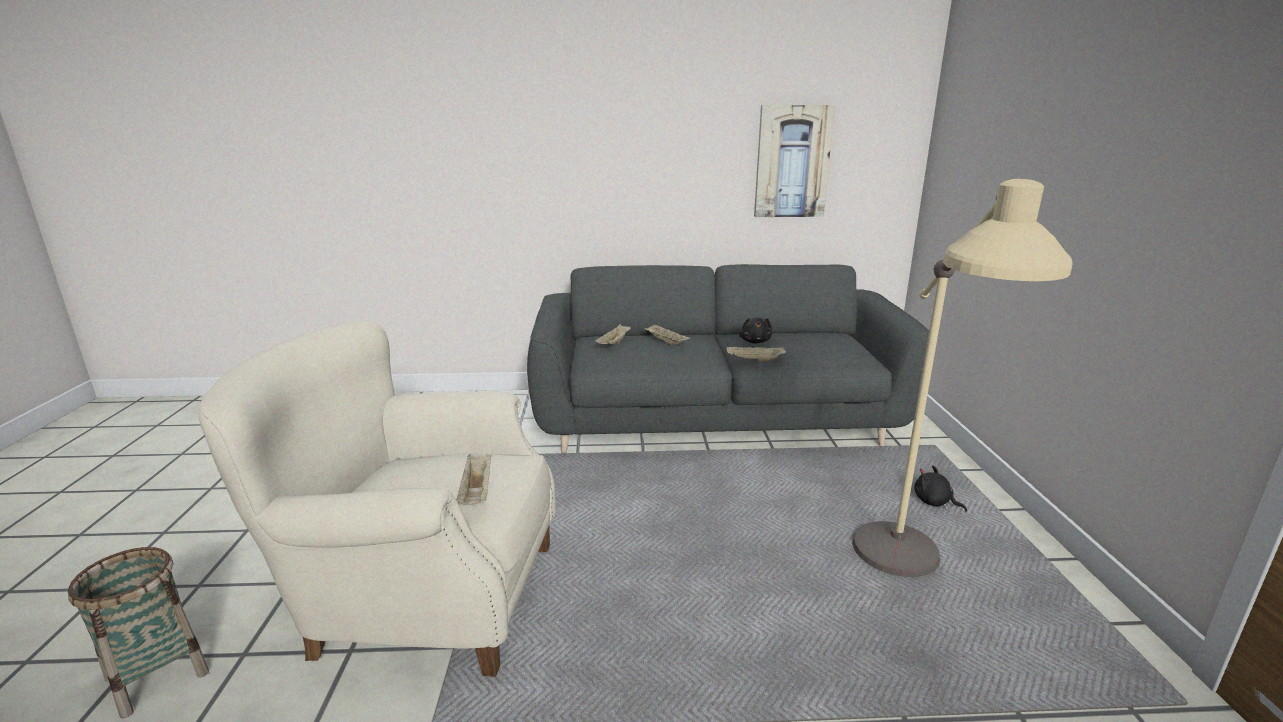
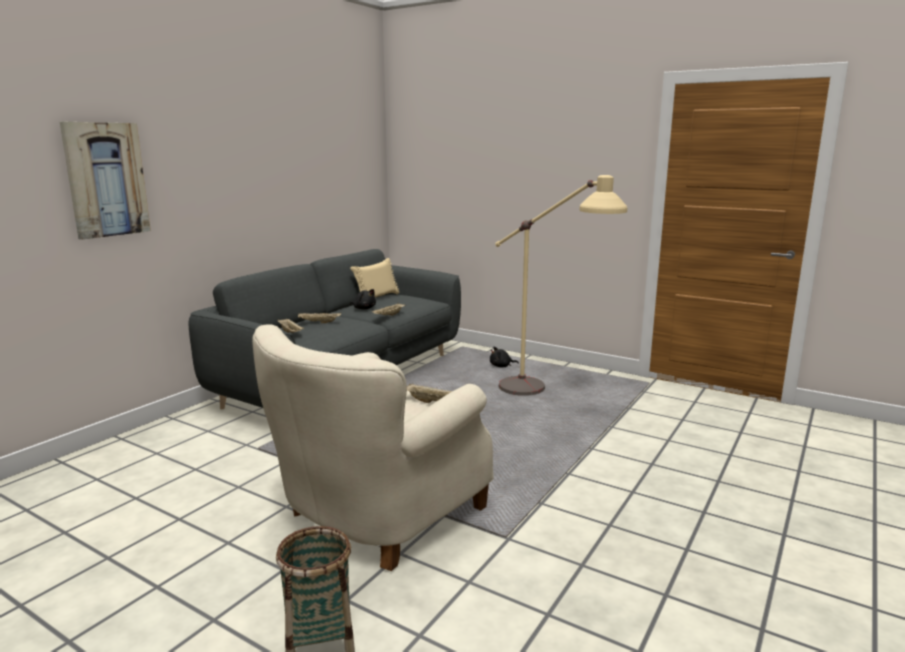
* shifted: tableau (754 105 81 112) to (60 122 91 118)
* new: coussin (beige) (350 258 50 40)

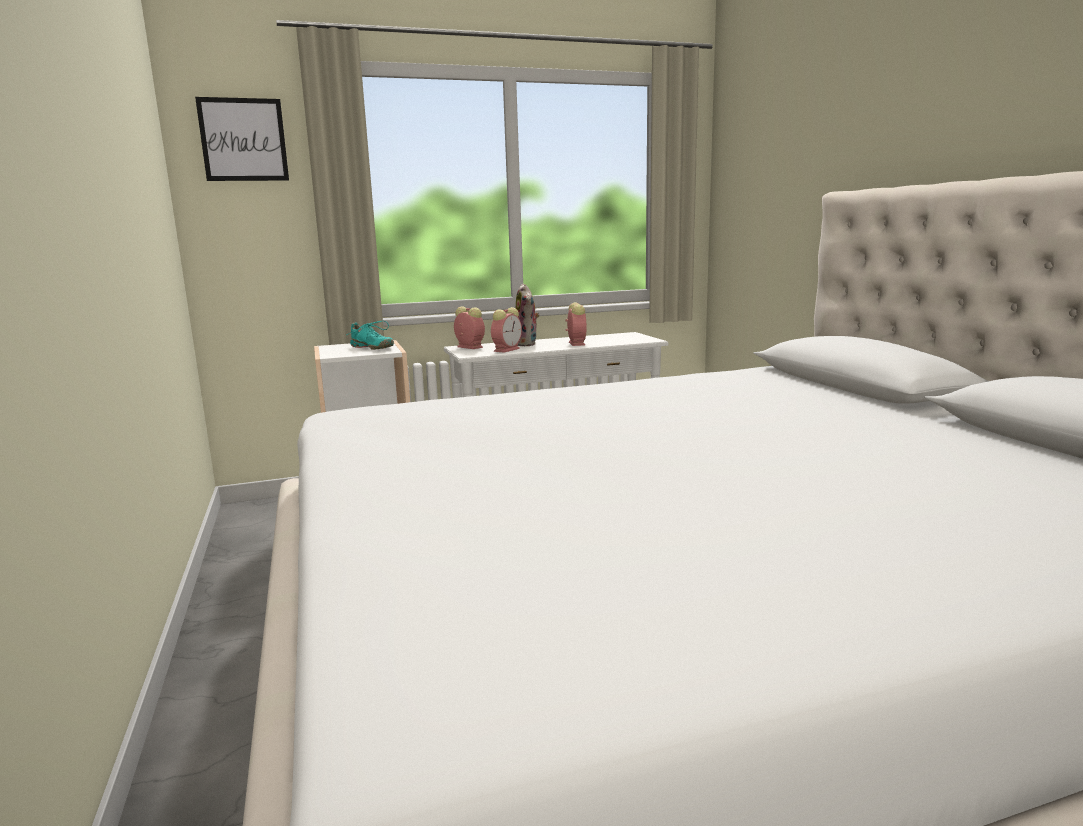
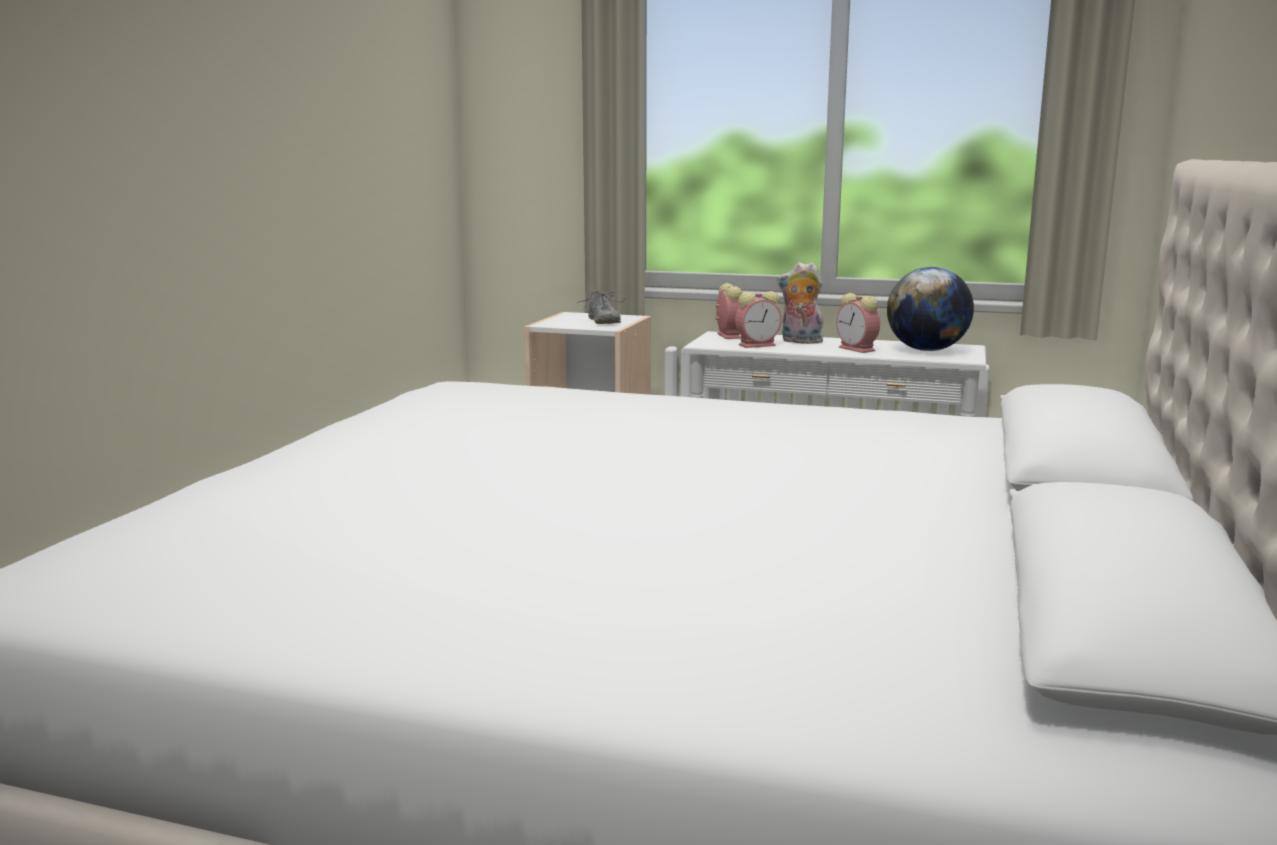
* gone: tableau (195 97 94 84)
* repainted: chaussure (turquoise) (347 321 47 29) to chaussure (gris) (576 290 50 34)
* rotated: peluche (516 284 24 62) = (777 262 46 82) 90 degrees clockwise
* rotated: réveil (565 303 22 43) = (836 293 44 60) 120 degrees clockwise
* new: globe (887 267 87 84)

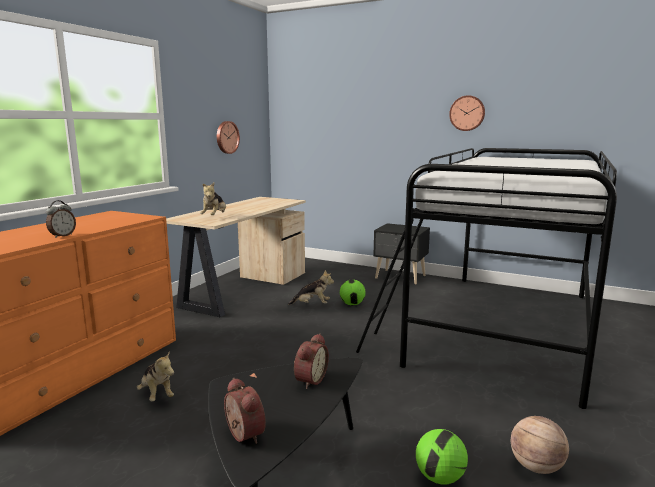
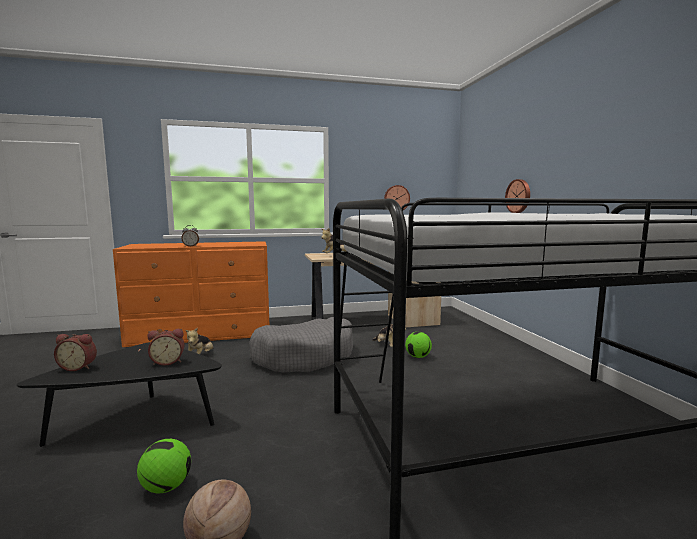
* rotated: réveil (224 378 42 66) = (54 334 43 37) 75 degrees clockwise
* gone: table de chevet (noir) (373 223 57 61)
* shifted: horloge murale (449 95 36 36) to (505 179 25 34)
* new: panier pour chien (gris) (249 317 104 56)

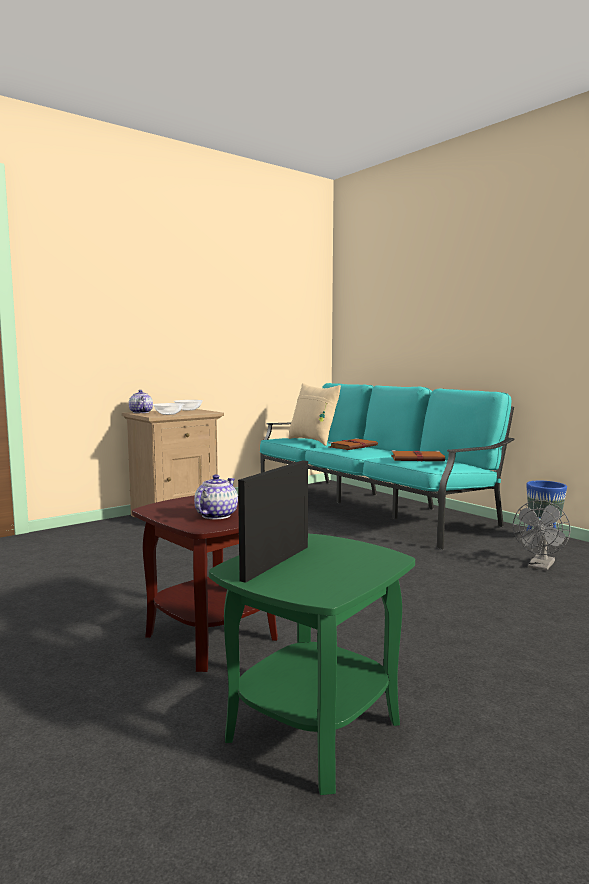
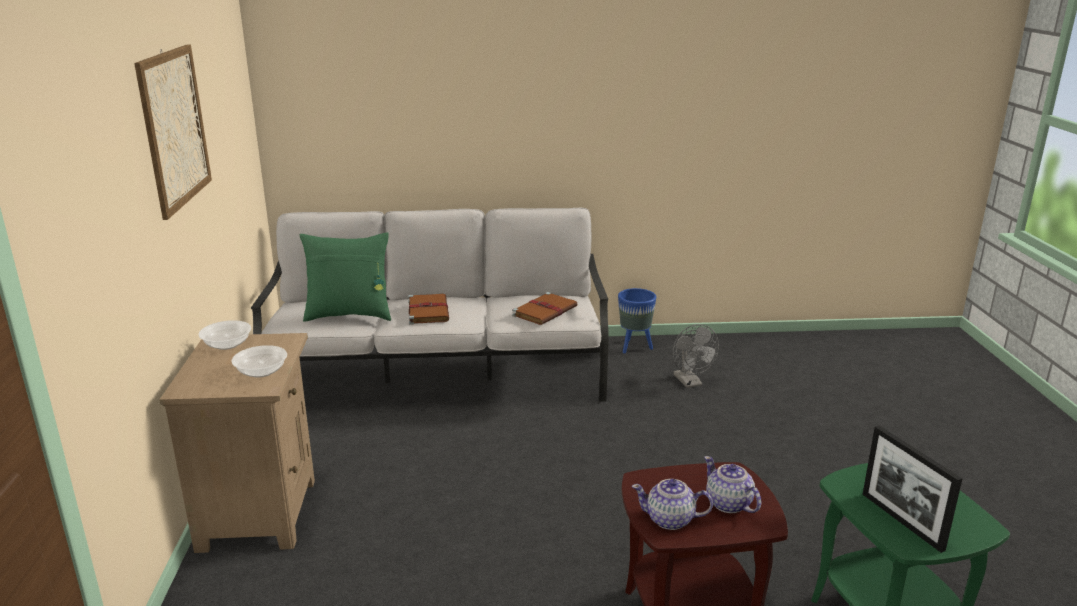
* shifted: théière (129 390 24 23) to (632 479 81 51)
* repainted: canapé (turquoise) (260 383 254 167) to canapé (blanc) (251 208 358 194)
* repainted: coussin (beige) (288 383 53 63) to coussin (vert) (300 232 91 90)
* new: tableau (134 44 78 176)

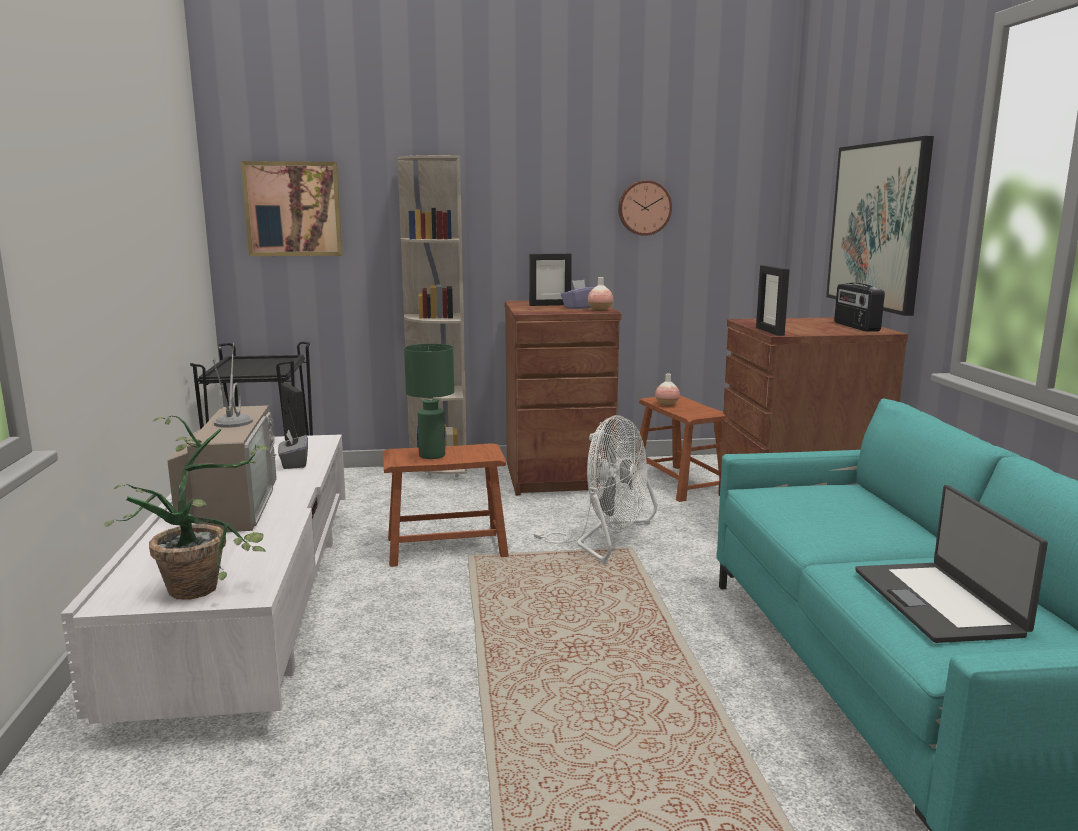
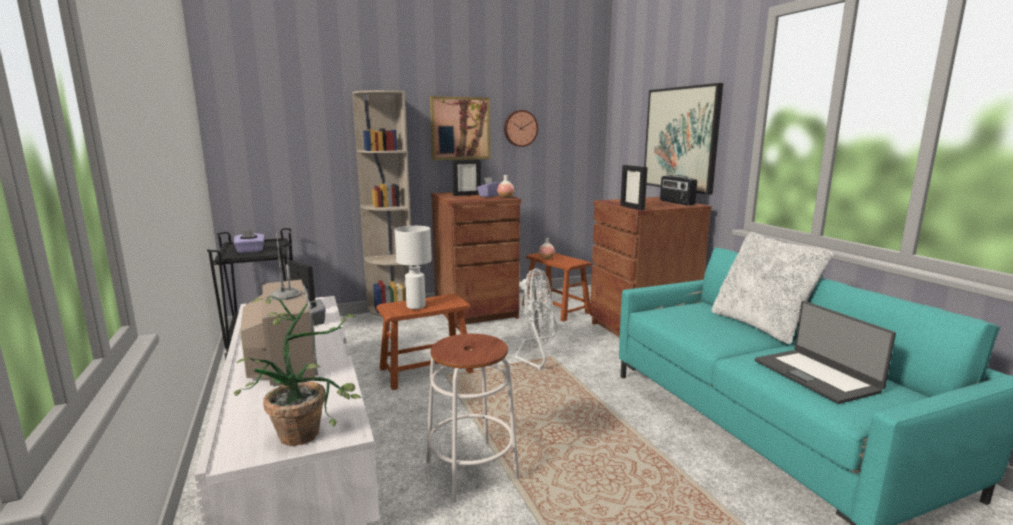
* shifted: tableau (241 161 101 95) to (430 96 60 64)
* repainted: lampe de table (vert) (404 344 50 115) to lampe de table (blanc) (395 226 37 83)
* new: boîte à mouchoirs (violet) (234 230 30 23)
* new: tabouret (blanc) (426 334 93 169)
* new: coussin (blanc) (712 232 122 112)

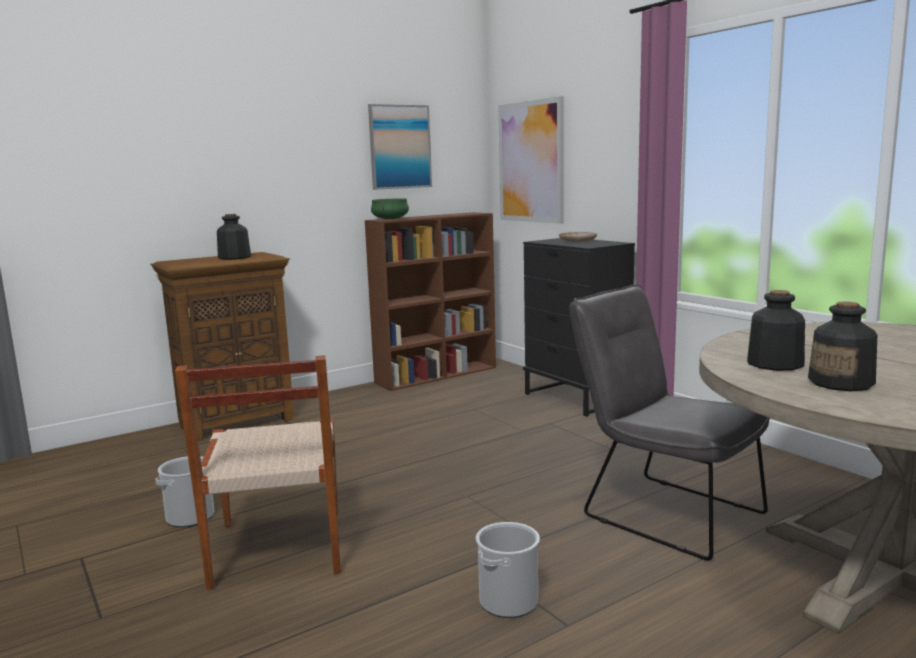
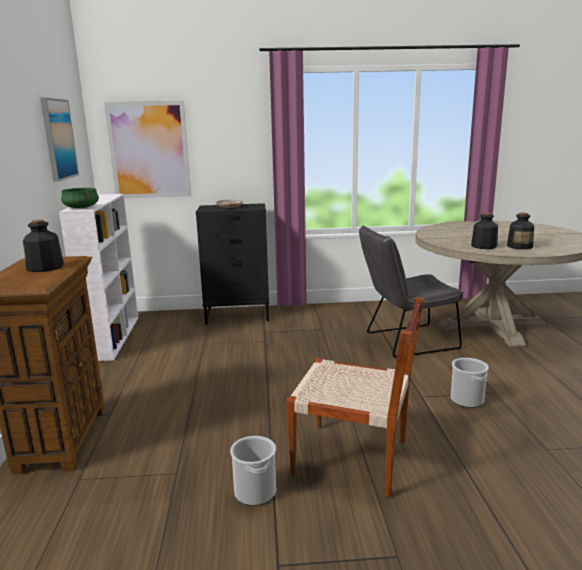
* repainted: bibliothèque (marron) (365 212 131 179) to bibliothèque (blanc) (59 194 79 167)

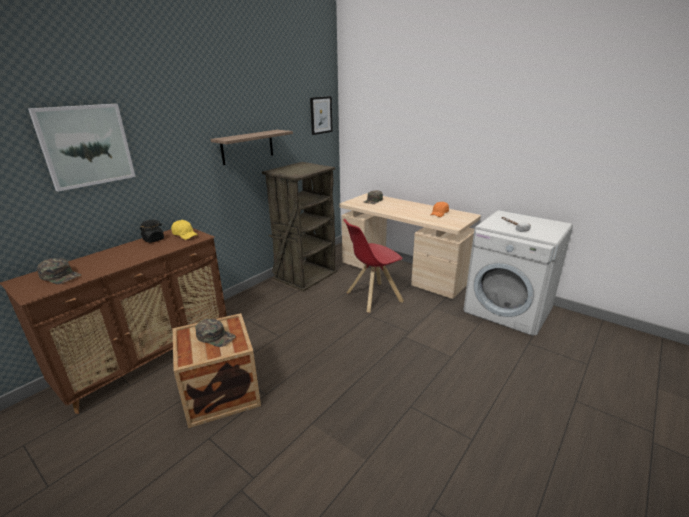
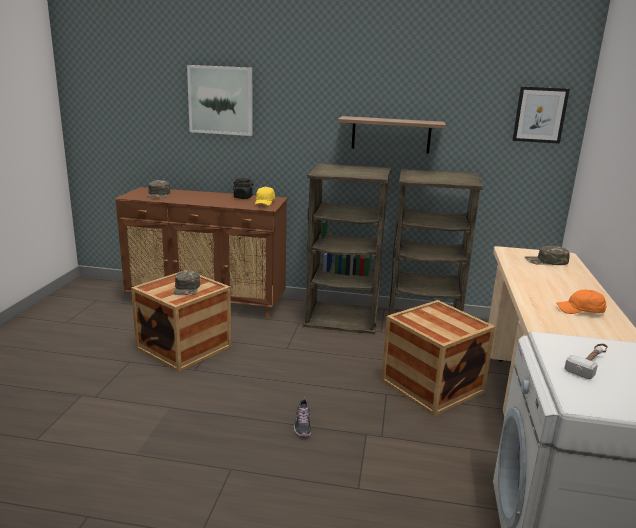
* swapped: chaise (rouge) (343 219 61 94) to caisse (381 300 115 116)
* new: chaussure (294 396 17 41)
* new: bibliothèque (marron) (303 163 89 171)

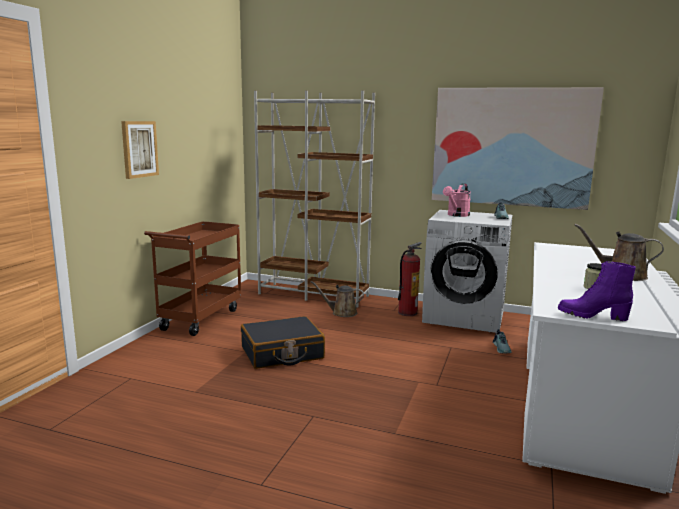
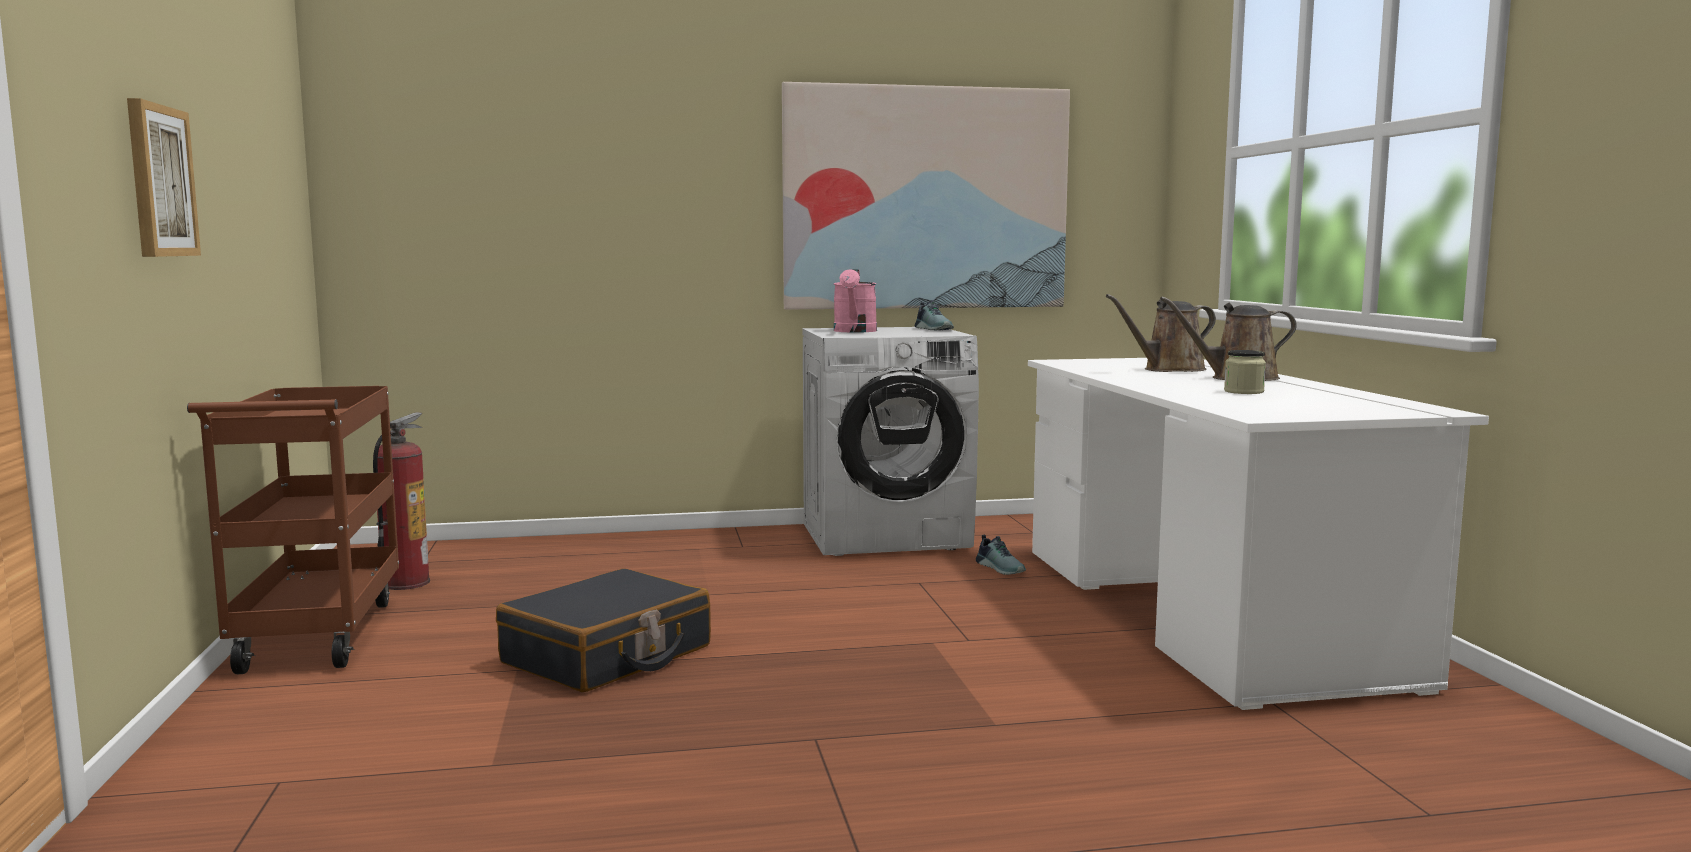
* gone: bibliothèque (marron) (254 90 121 218)
* shifted: arrosoir (marron) (311 281 53 36) to (1106 294 110 78)
* shifted: extincteur (398 242 24 74) to (373 412 57 178)
* gone: botte (violet) (558 261 78 60)

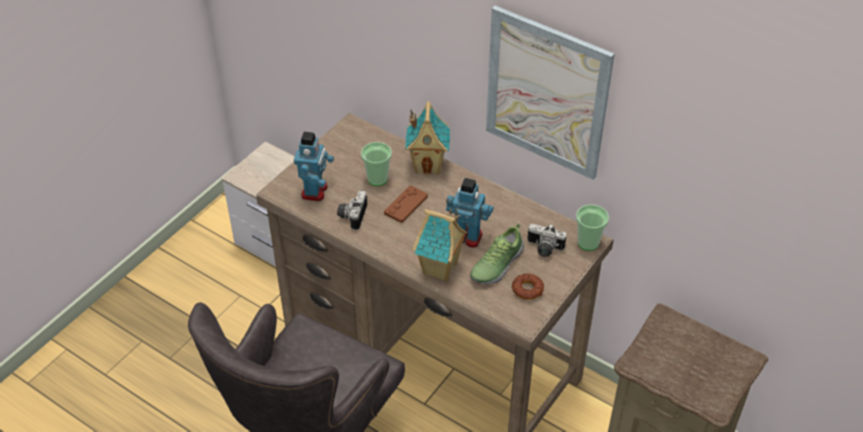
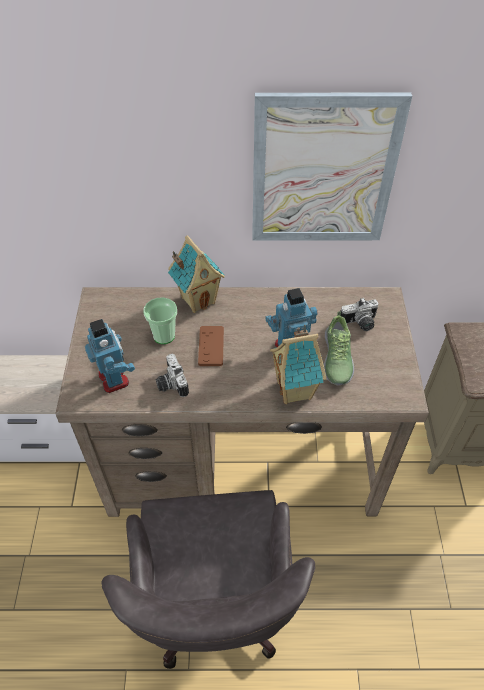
* gone: beignet (512 274 32 26)
* gone: tasse (576 205 33 46)

